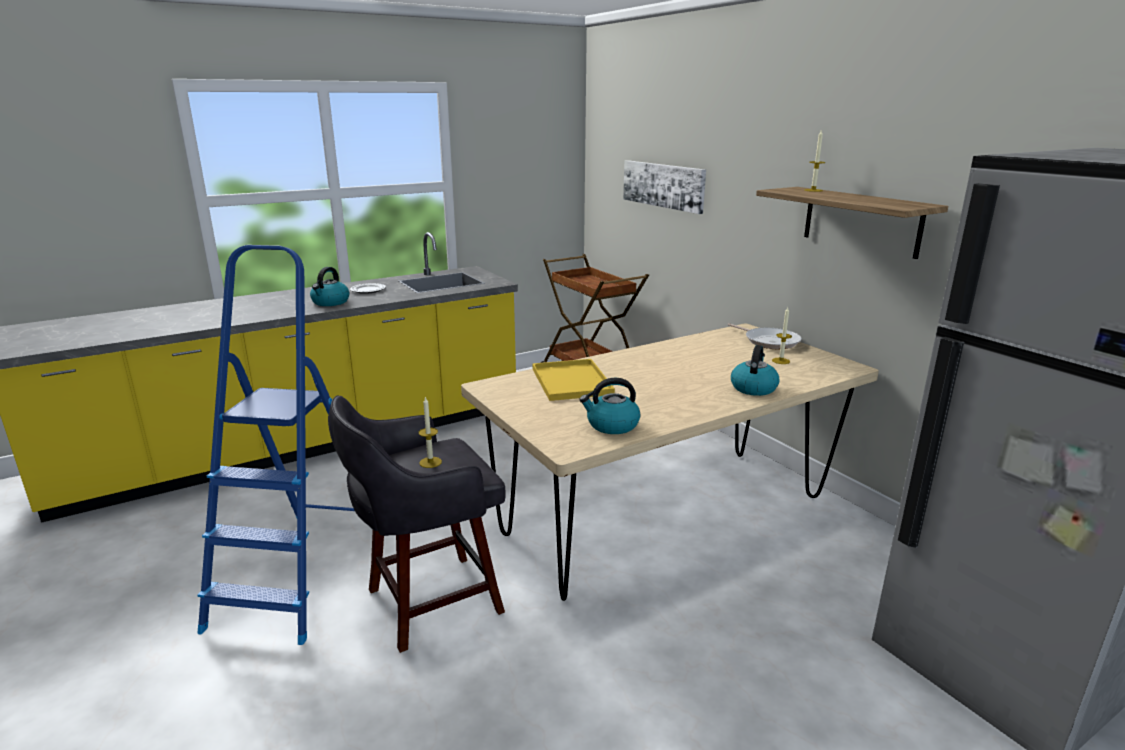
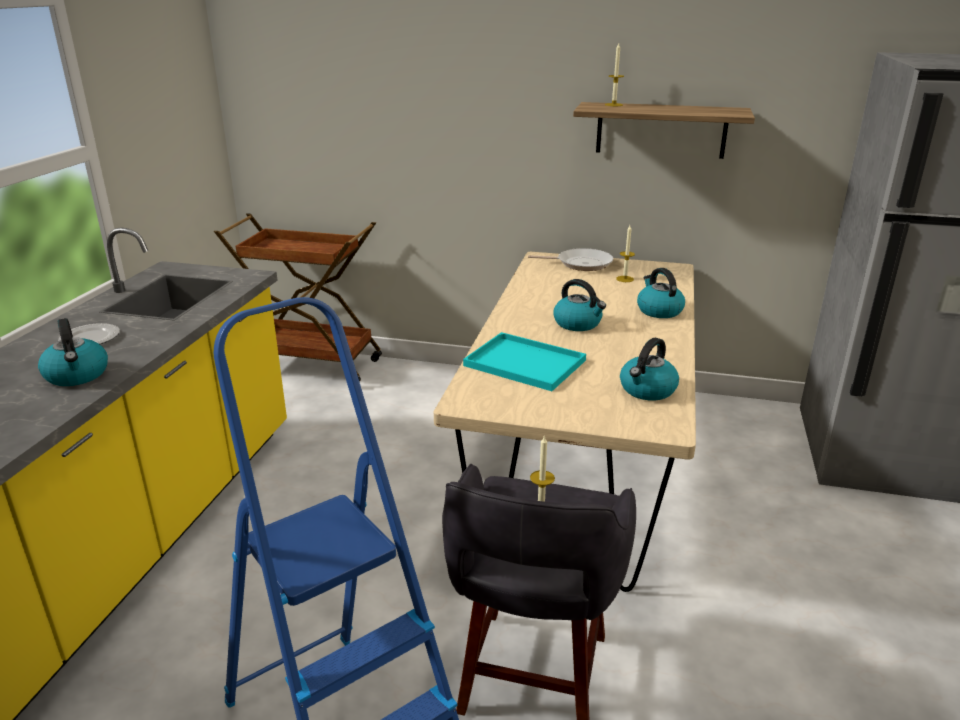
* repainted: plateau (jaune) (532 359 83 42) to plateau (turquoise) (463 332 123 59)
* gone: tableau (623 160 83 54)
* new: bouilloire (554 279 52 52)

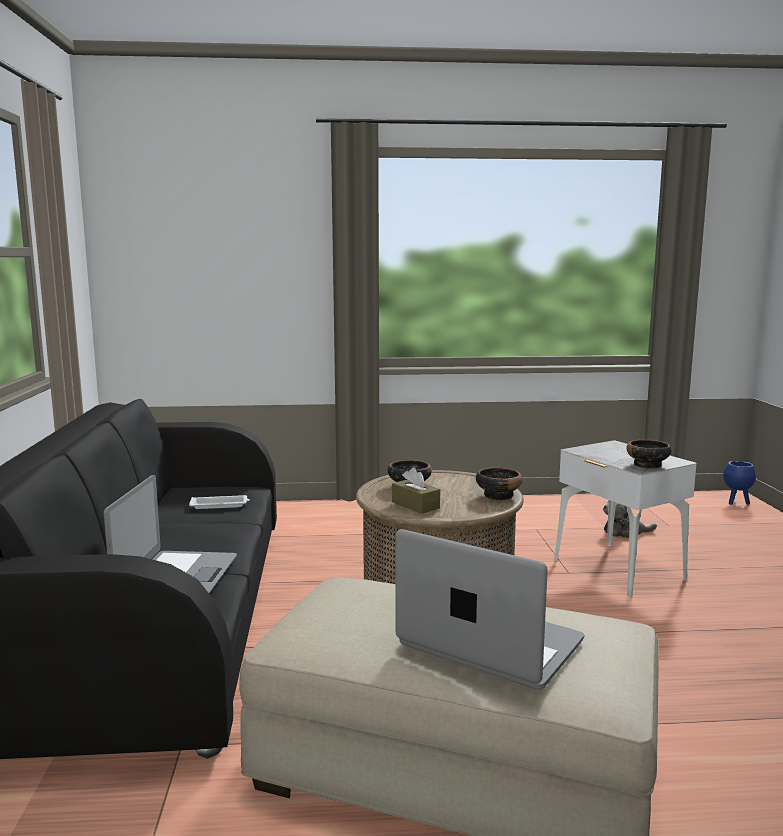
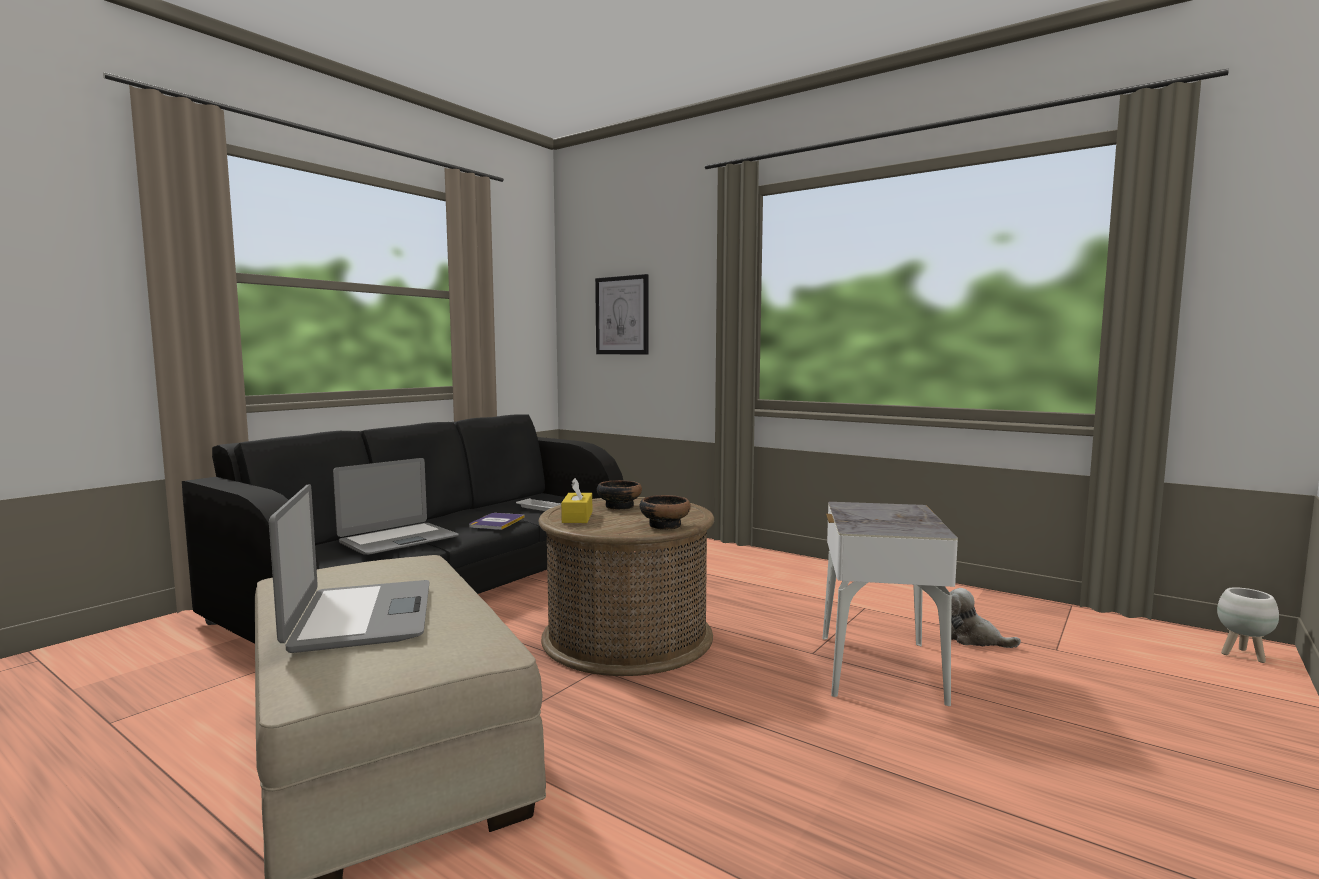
* repainted: boîte à mouchoirs (marron) (392 467 48 47) to boîte à mouchoirs (jaune) (561 478 31 45)
* gone: bol (626 440 46 28)
* repainted: cache-pot (bleu) (723 461 33 44) to cache-pot (blanc) (1217 587 62 76)
* new: livre (469 513 56 17)
* new: tableau (595 274 54 80)

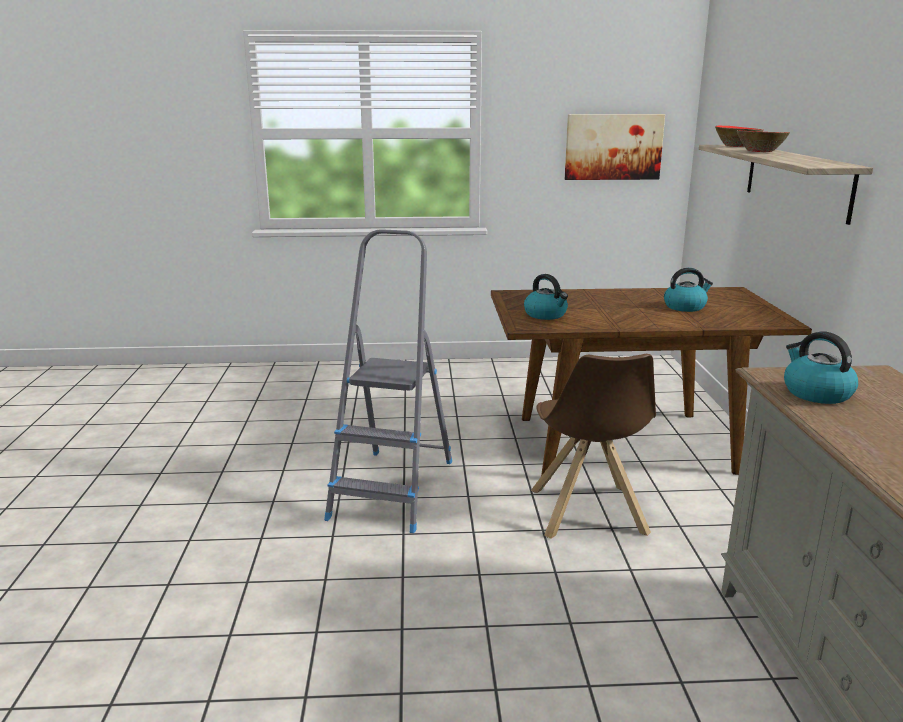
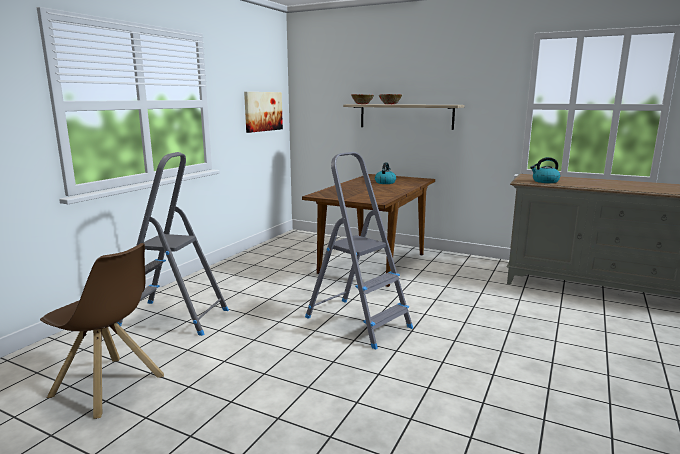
* gone: bouilloire (524 274 44 46)
* shifted: chaise (marron) (531 354 125 185) to (40 243 124 176)
* new: escabeau (gris) (117 152 112 184)

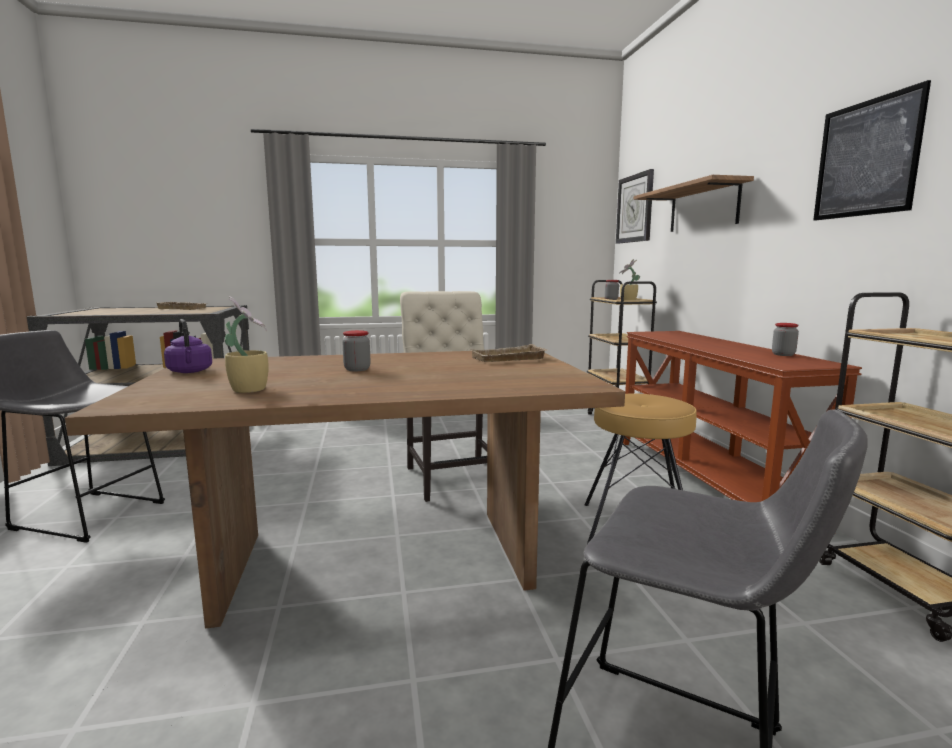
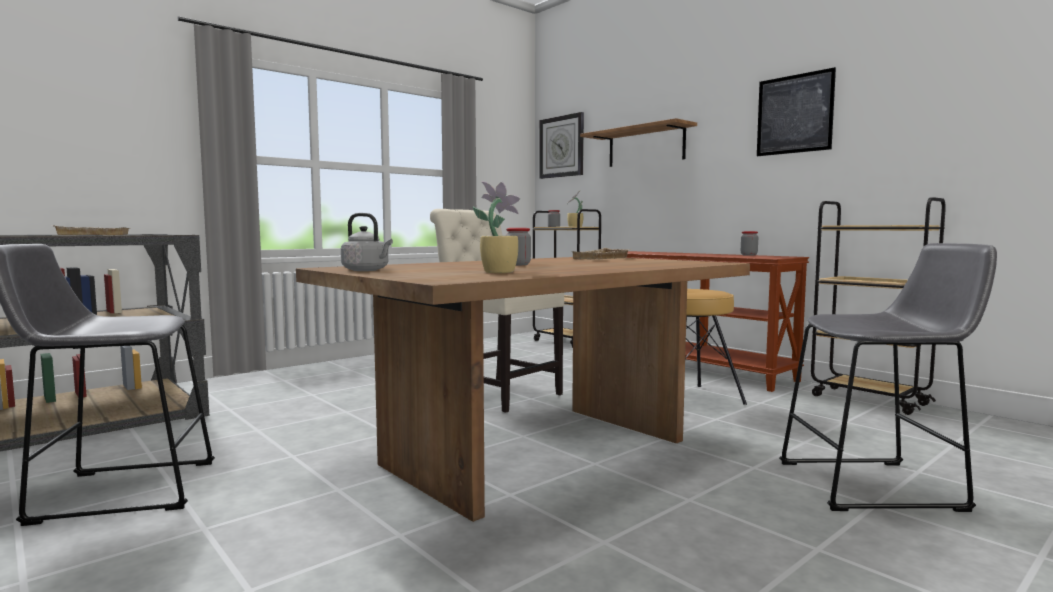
* repainted: bouilloire (violet) (164 319 48 54) to bouilloire (gris) (341 213 52 58)

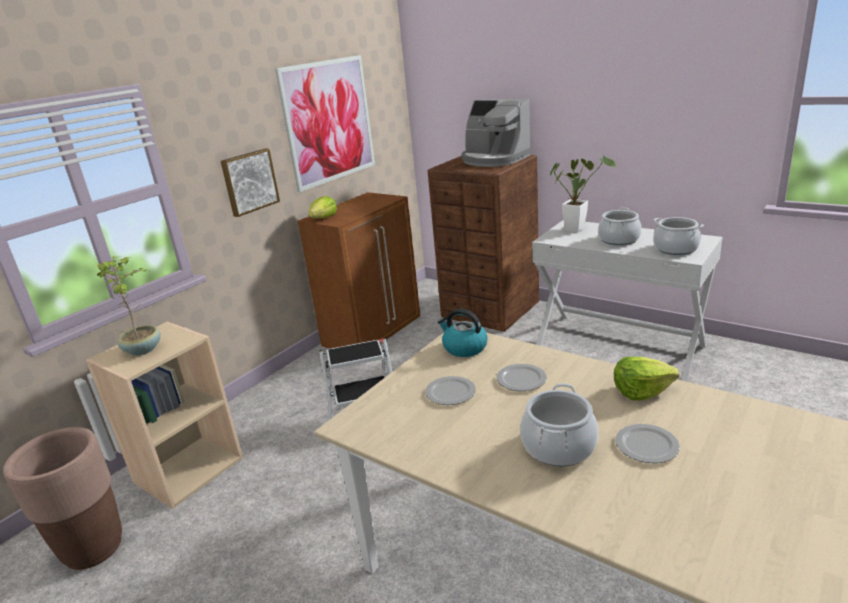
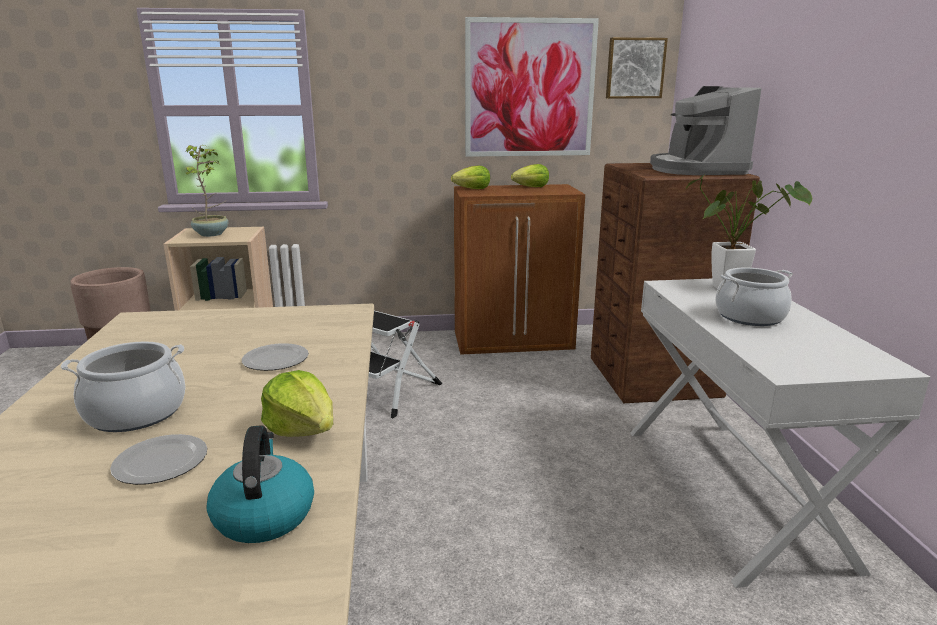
* shifted: tableau (221 149 59 68) to (606 37 62 61)
* gone: assiette (425 376 51 29)
* shifted: bouilloire (438 309 50 48) to (207 425 107 118)
* gone: marmite (653 217 51 38)
* new: laitue (511 164 38 23)

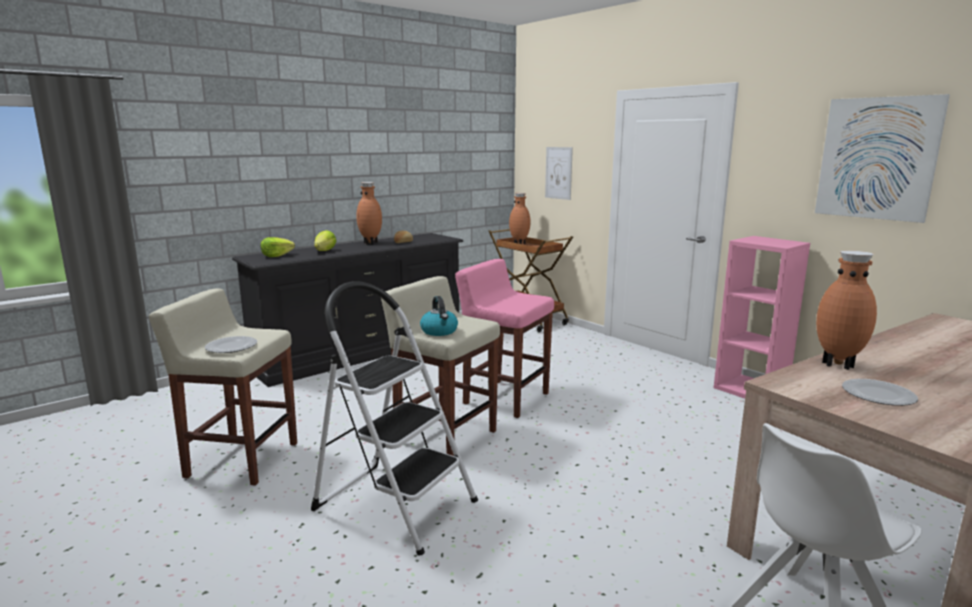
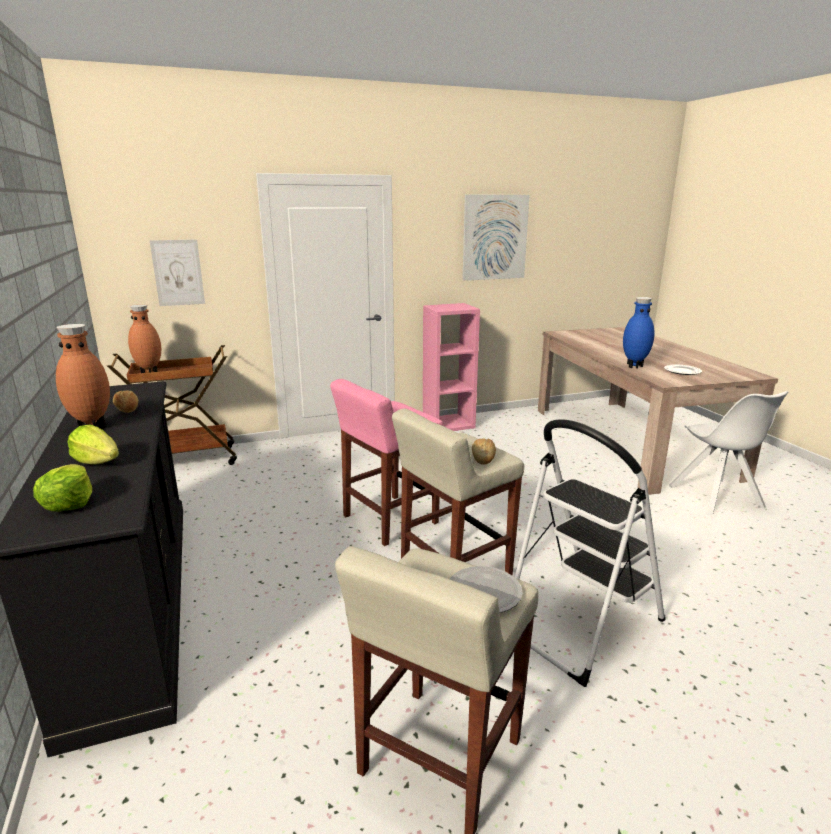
* swapped: bouilloire (420 296 38 40) to pain (472 438 24 27)
* repainted: vase (marron) (816 251 61 119) to vase (bleu) (623 297 32 72)

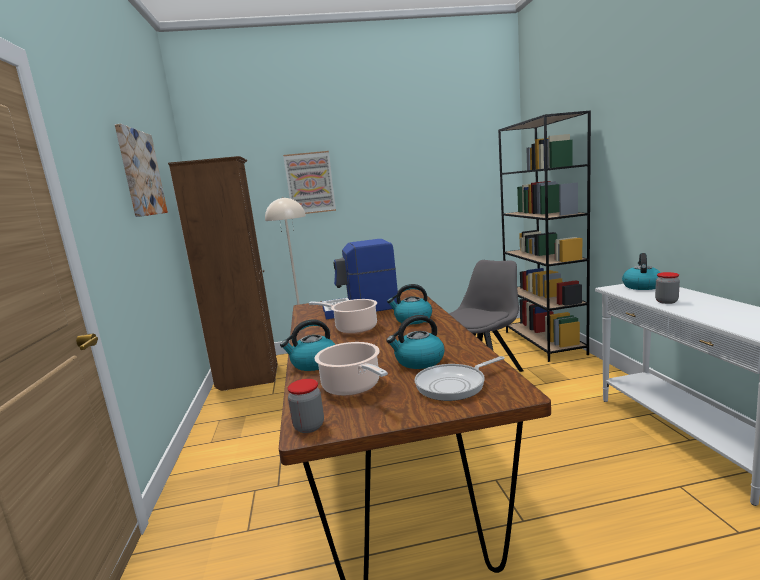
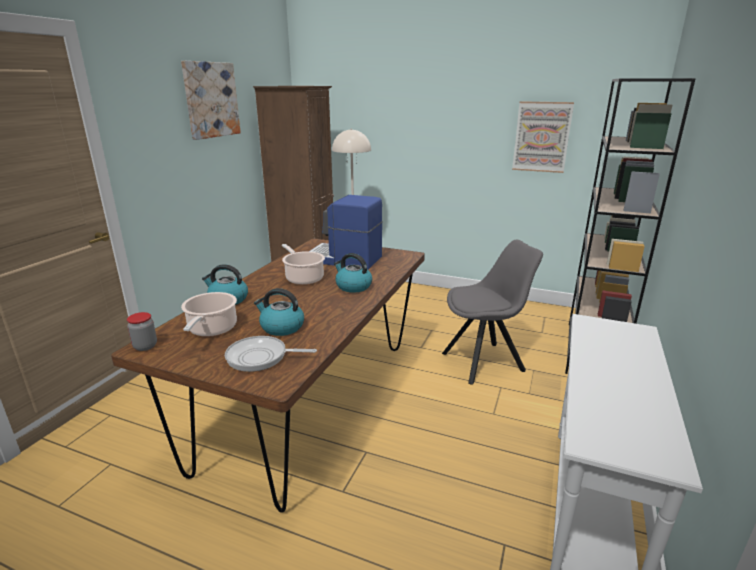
* shifted: tableau (283 151 53 63) to (512 101 62 72)
* gone: bouilloire (622 253 39 37)
* gone: bocal (655 272 25 32)

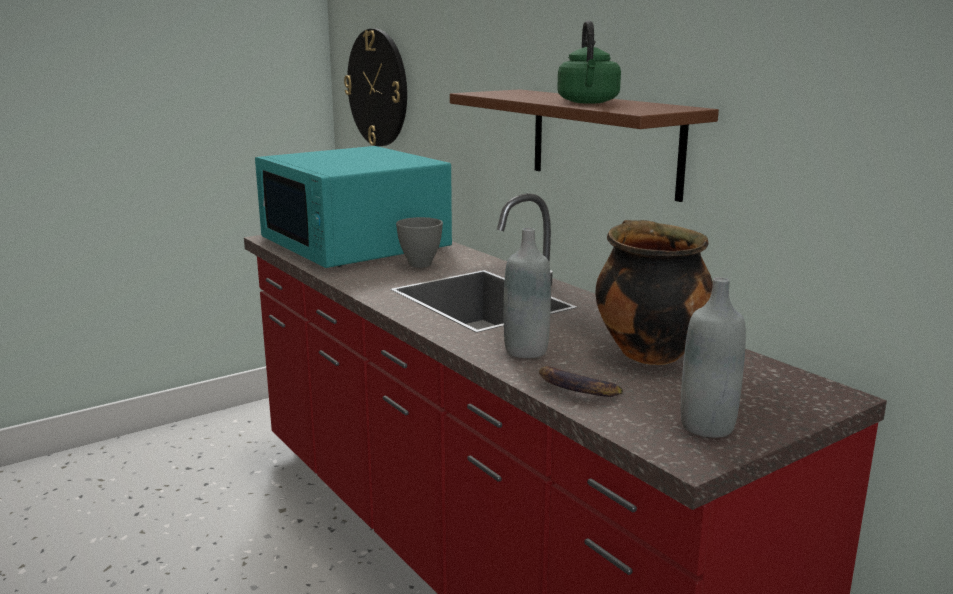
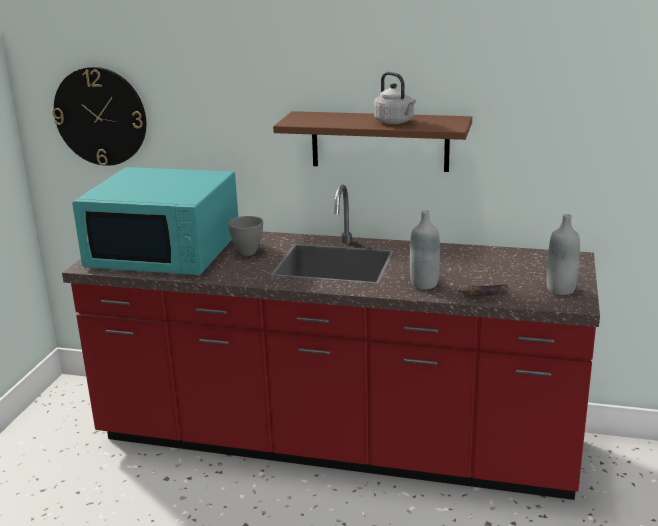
* repainted: bouilloire (vert) (557 20 64 84) to bouilloire (gris) (374 72 42 52)
* gone: marmite (595 220 118 145)

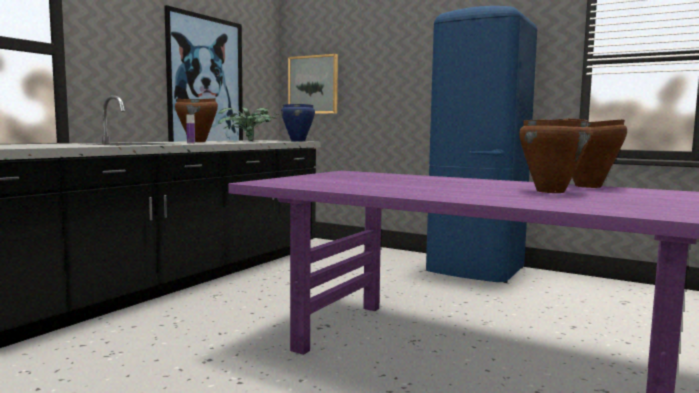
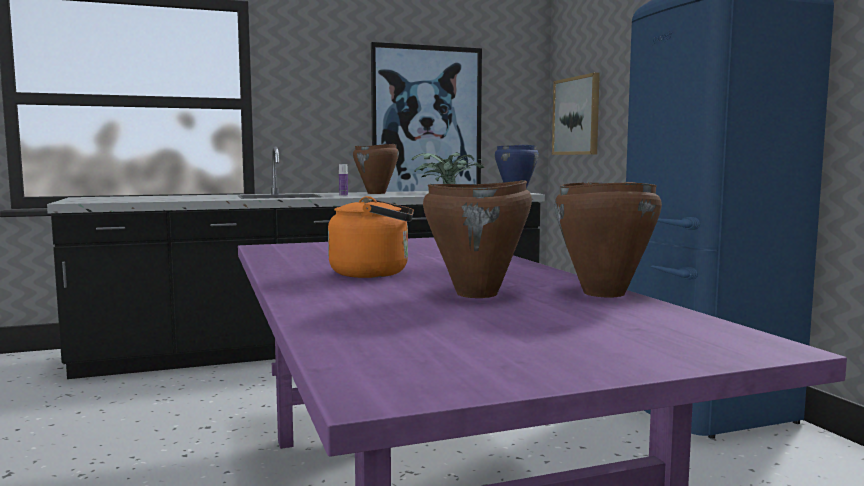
* new: bouilloire (orange) (328 196 86 82)

